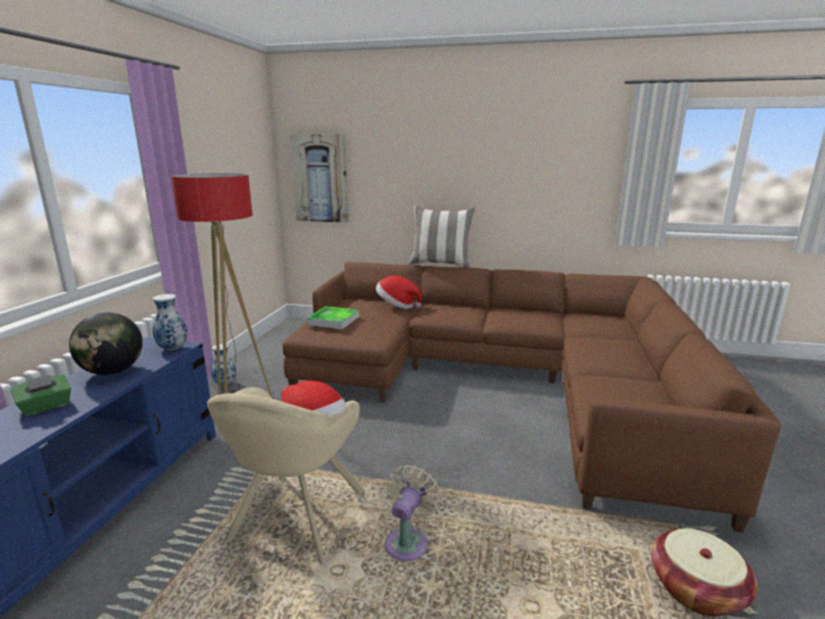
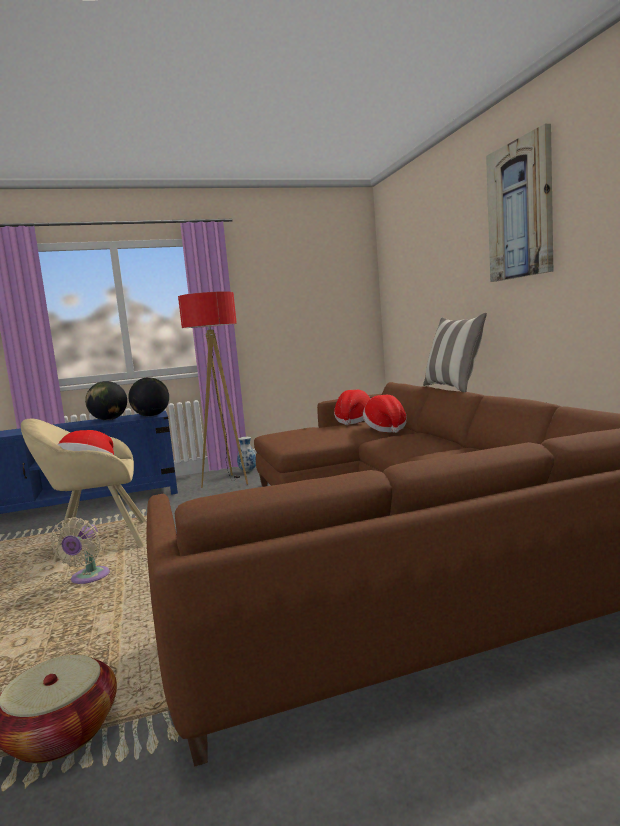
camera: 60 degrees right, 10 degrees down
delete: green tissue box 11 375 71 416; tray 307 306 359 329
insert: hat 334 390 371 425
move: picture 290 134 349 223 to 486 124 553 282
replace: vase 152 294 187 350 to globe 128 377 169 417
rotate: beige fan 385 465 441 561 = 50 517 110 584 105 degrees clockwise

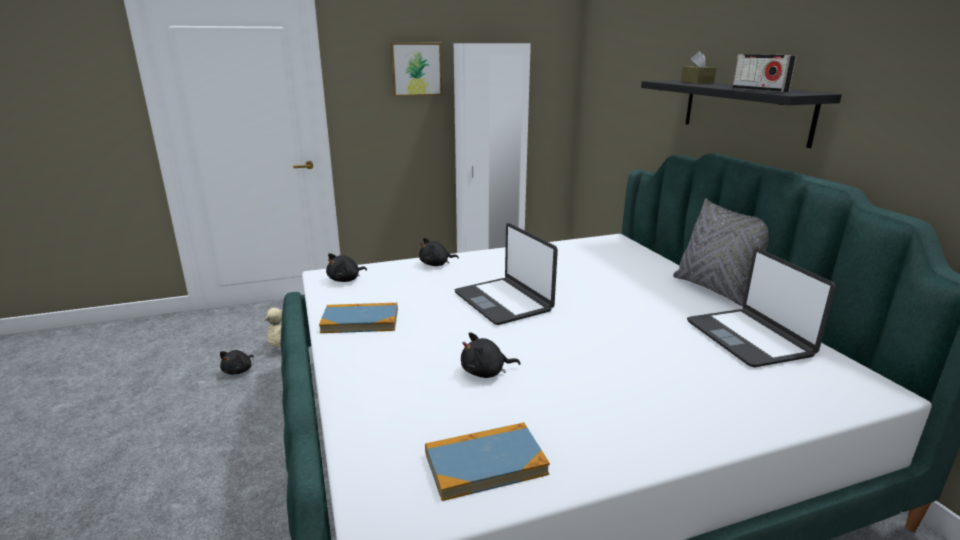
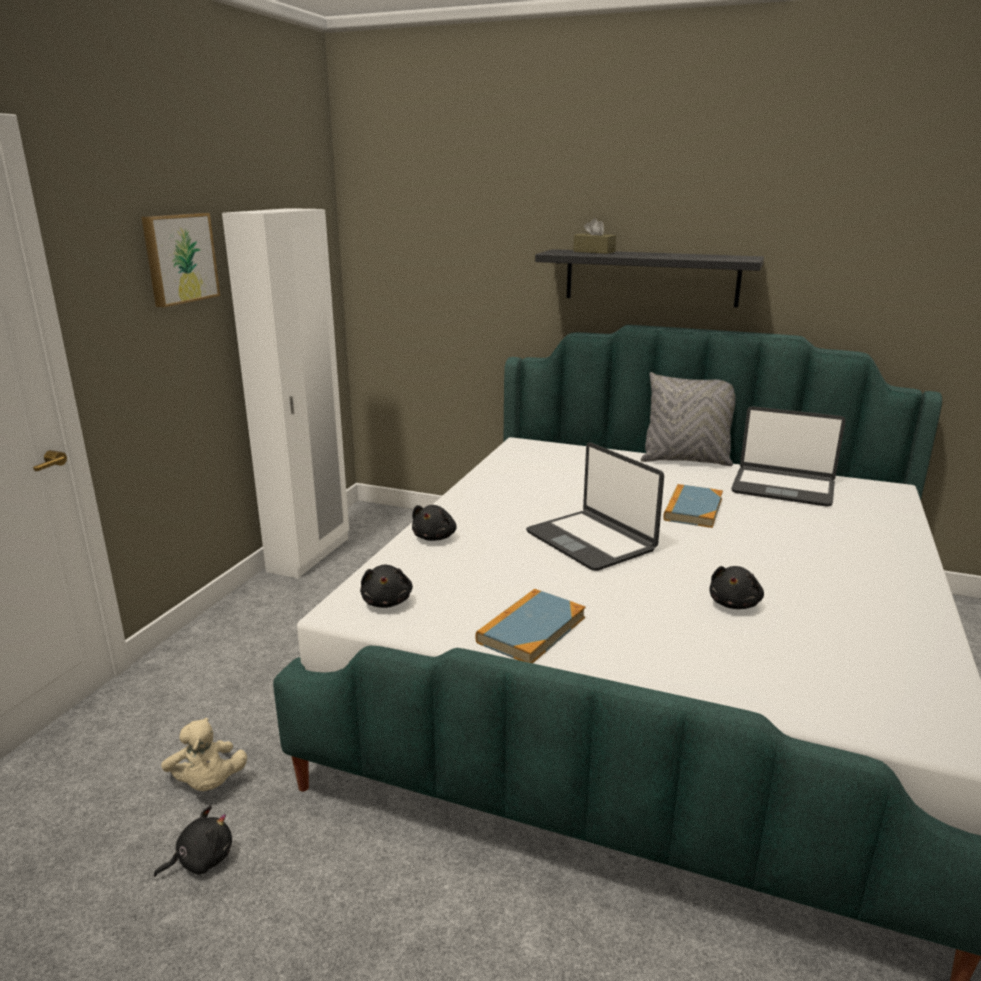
camera: 50 degrees left, 0 degrees up
delete: radio 732 54 796 92
move: book 425 422 550 501 to 663 484 723 528
rotate: black plush toy 220 350 254 374 = 154 805 232 877 90 degrees counterclockwise; laptop 455 223 558 325 = 526 443 664 571 45 degrees clockwise

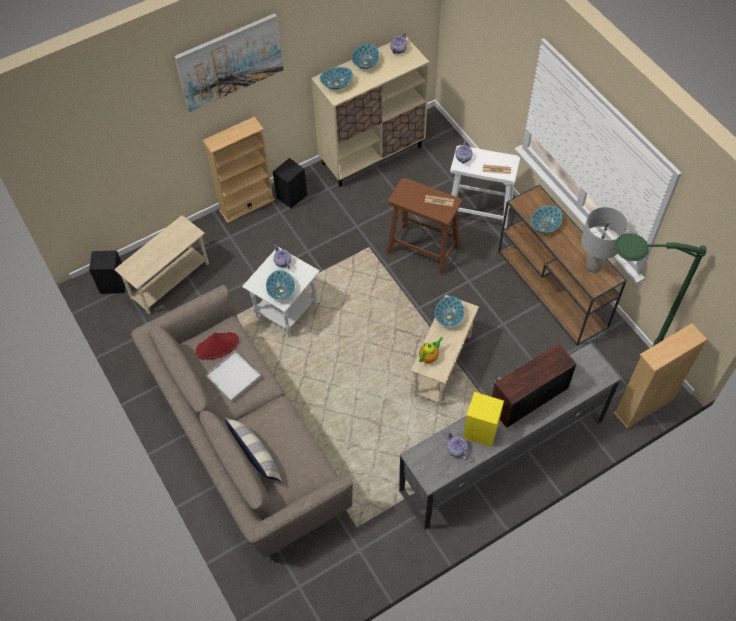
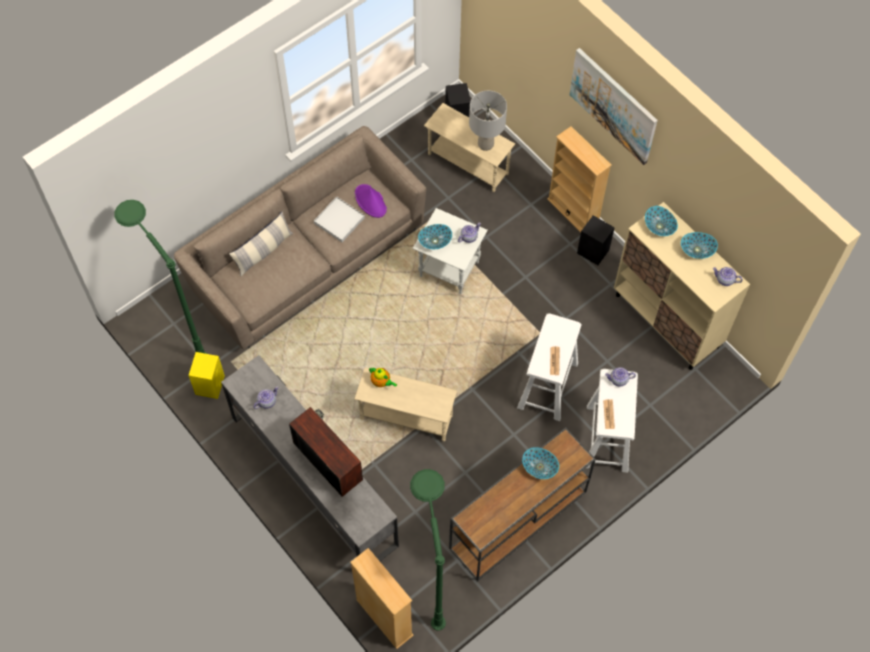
camera: 80 degrees right, 5 degrees up
delete: bowl 435 296 464 327
insert: green floor lamp 114 200 208 354
move: yellow speaker 463 392 504 447 to 189 352 225 399; grey table lamp 581 207 628 273 to 469 91 507 151
recolor: red hat 195 332 239 360 to purple hat 355 184 387 218; brown stool 386 178 462 275 to white stool 517 313 582 421

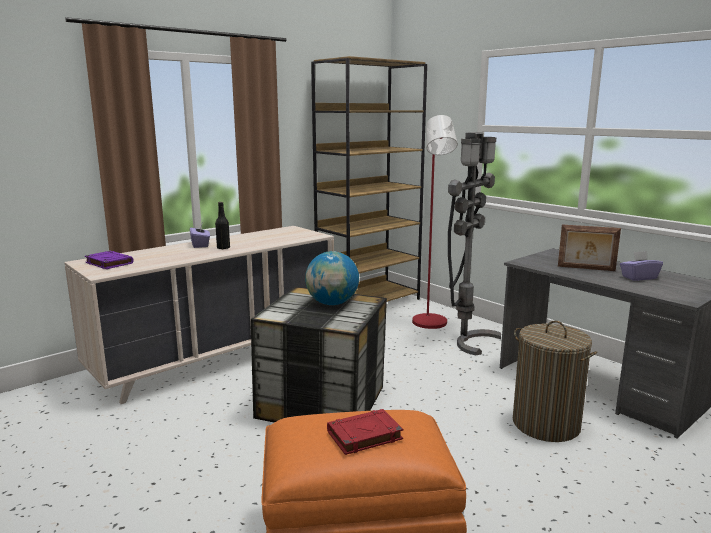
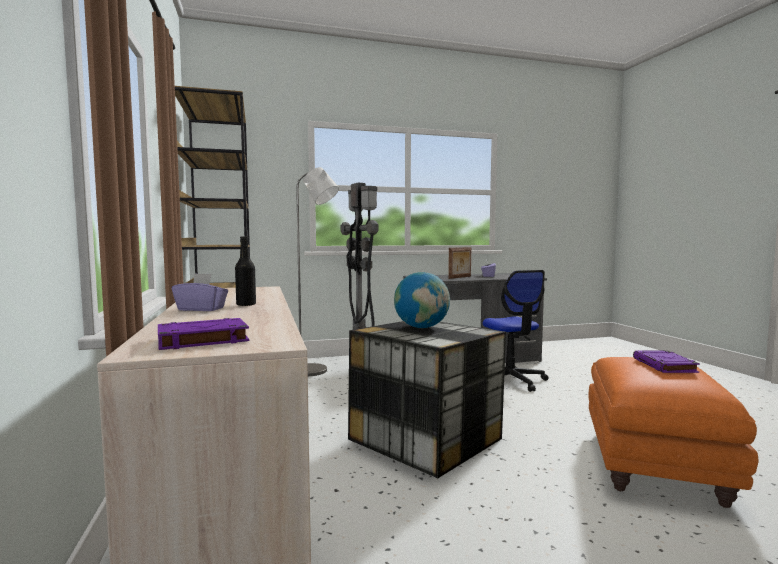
camera: 65 degrees left, 10 degrees down
replace: laundry basket 513 320 598 442 to office chair 483 270 549 392
recolor: red floor lamp 412 115 458 329 to grey floor lamp 296 167 339 376; red book 327 409 403 455 to purple book 633 350 700 373

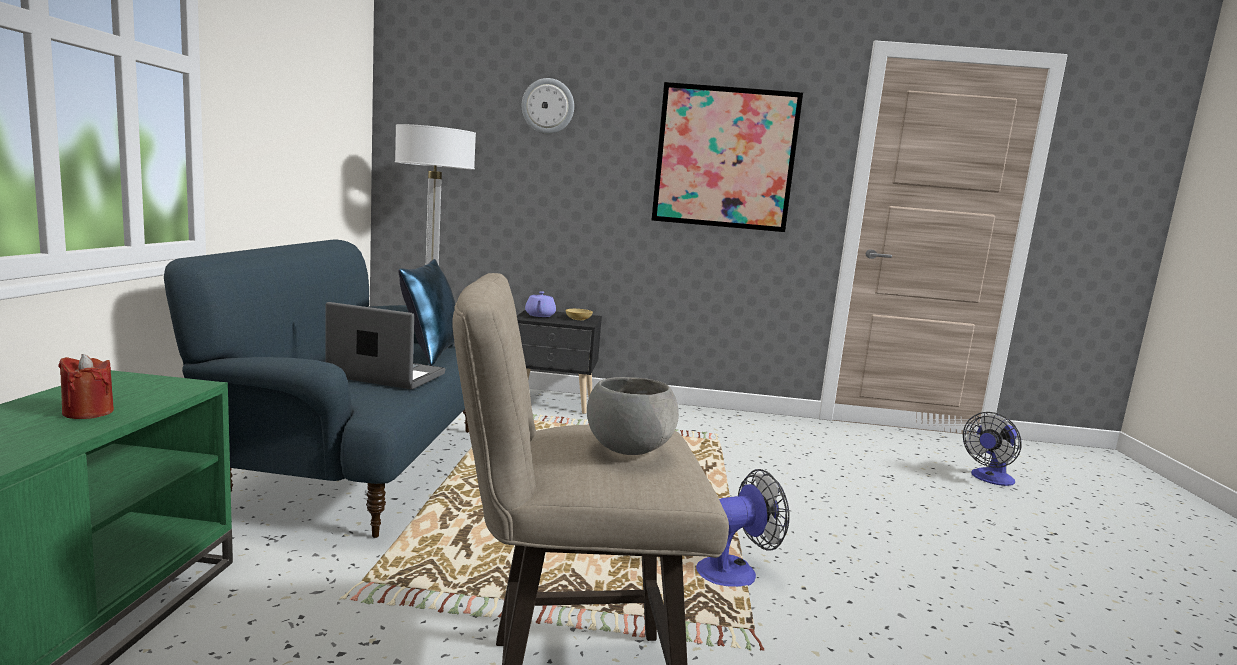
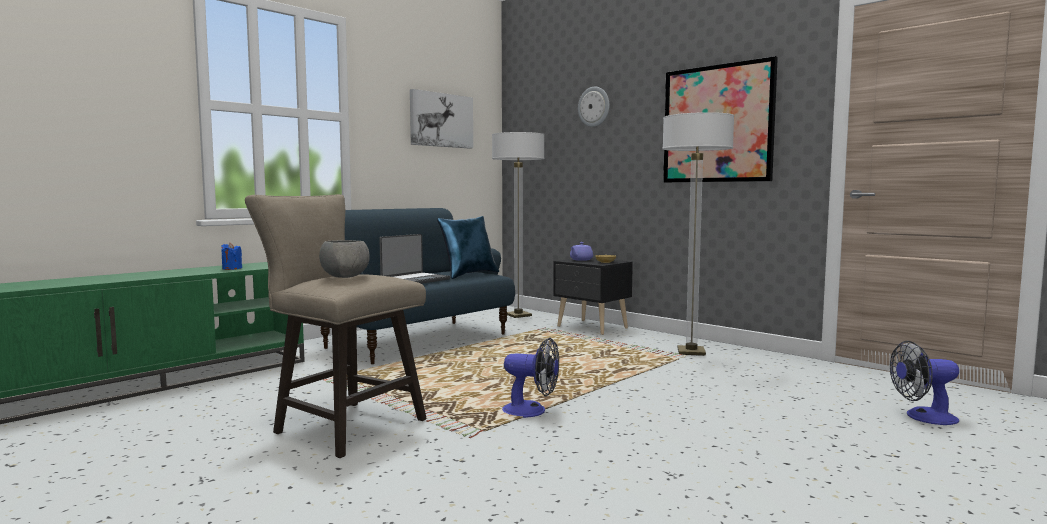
camera: 40 degrees right, 5 degrees down
insert: picture 410 89 473 149; floor lamp 662 112 734 356
recolor: red candle 58 354 114 419 to blue candle 221 242 242 270
rotate: laptop 325 302 445 389 = 379 234 451 284 75 degrees clockwise

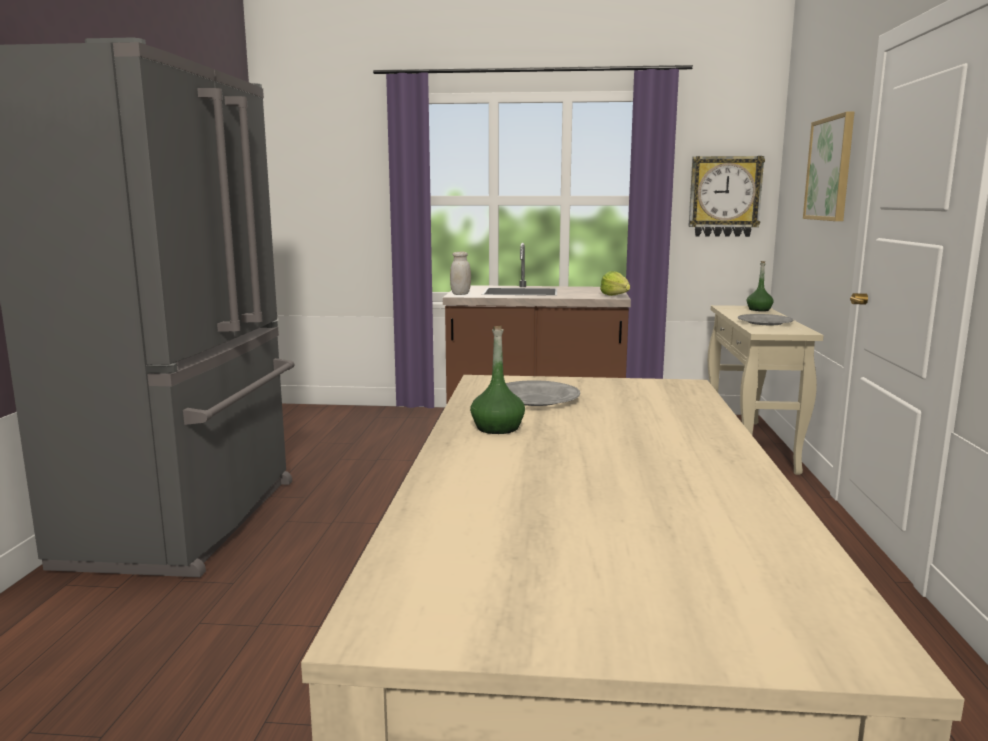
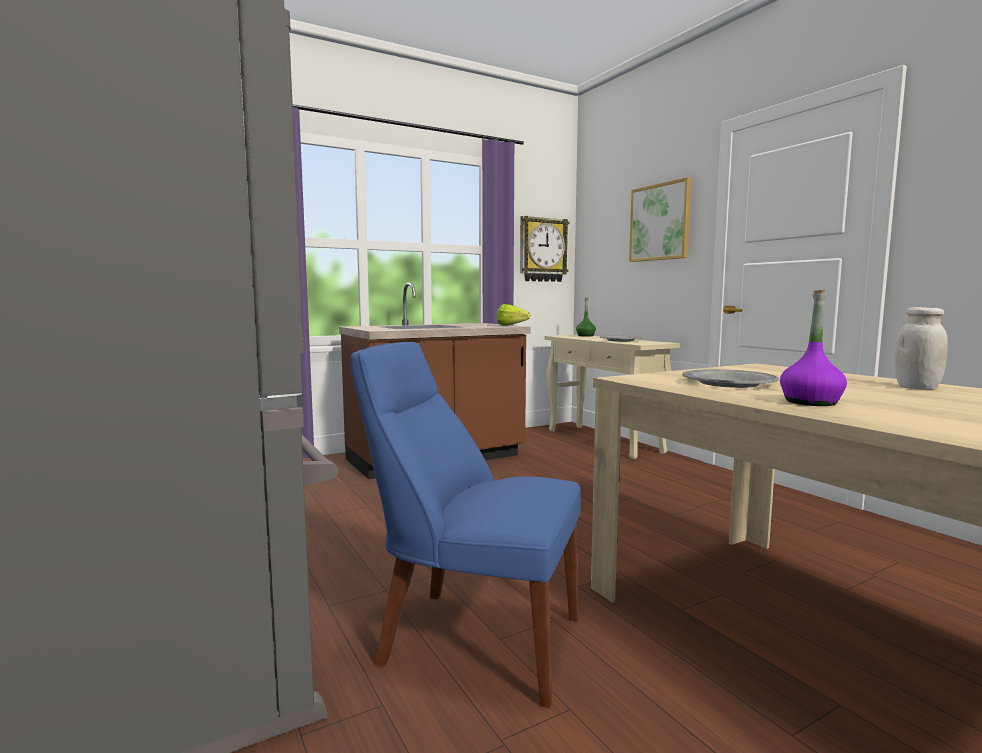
camera: 35 degrees left, 5 degrees down
insert: blue chair 350 342 581 708
move: white jar 450 252 471 295 to 894 307 948 390
recolor: green bottle 470 326 525 434 to purple bottle 780 289 847 406

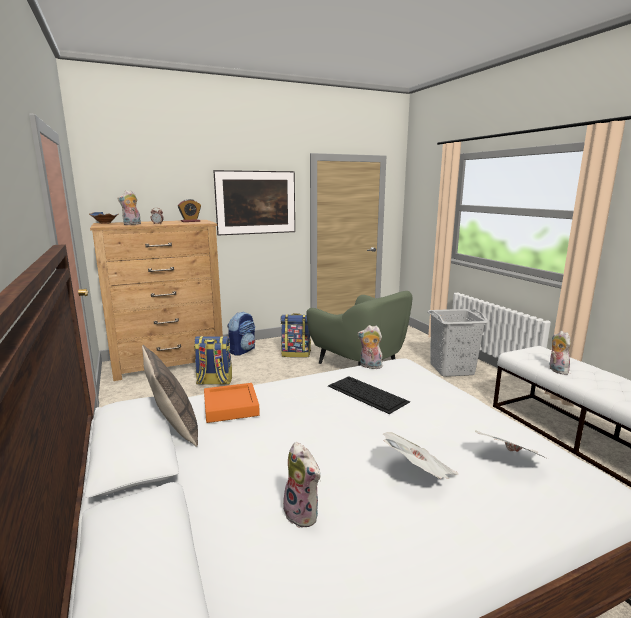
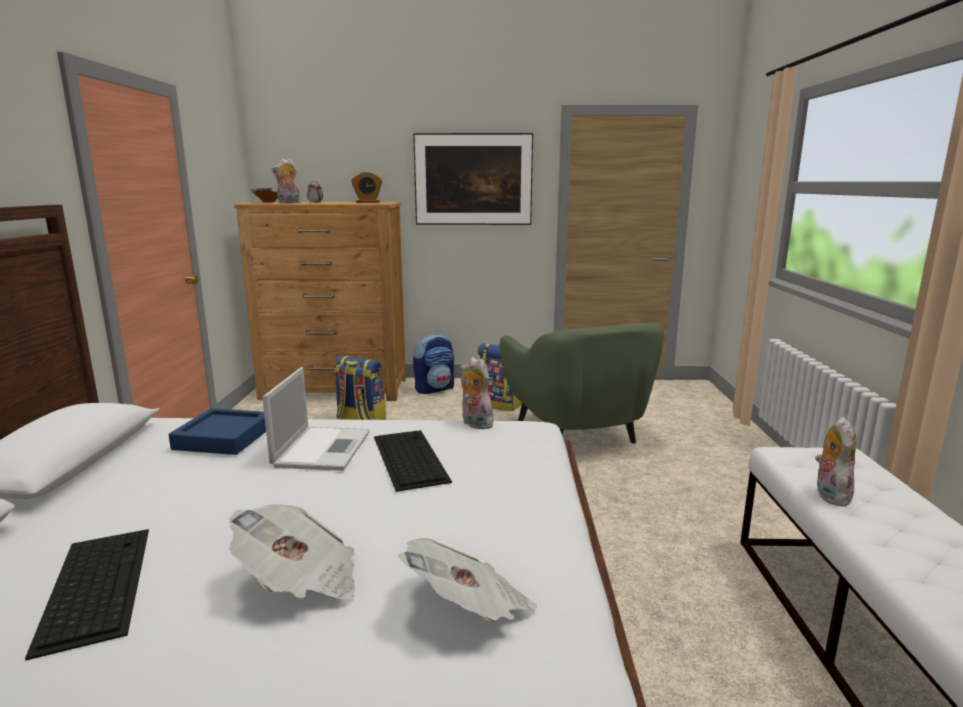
camera: 25 degrees right, 0 degrees up
delete: pillow 142 345 198 447; grey laundry basket 427 309 489 377
insert: laptop 263 367 370 471
replace: plush toy 283 442 320 528 to keyboard 25 529 149 661
recolor: orange tray 204 383 260 423 to blue tray 169 408 266 455

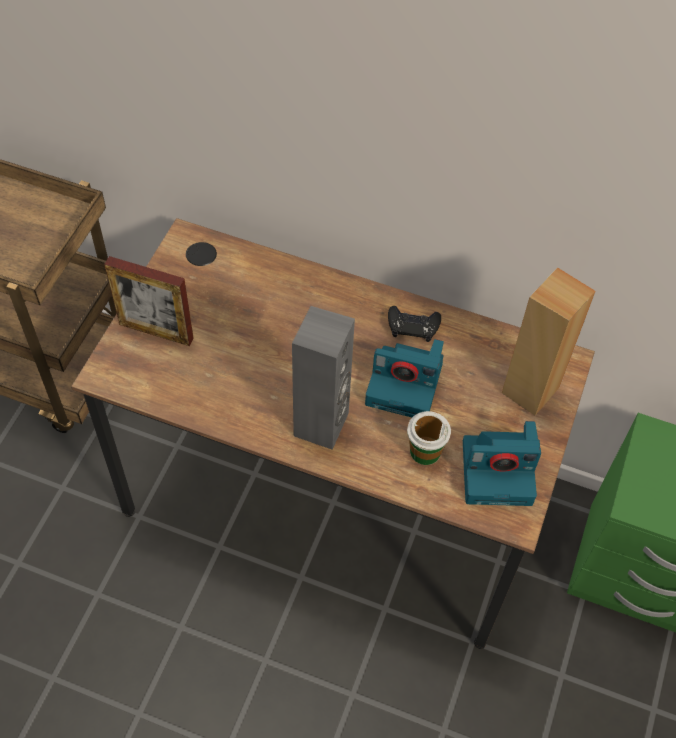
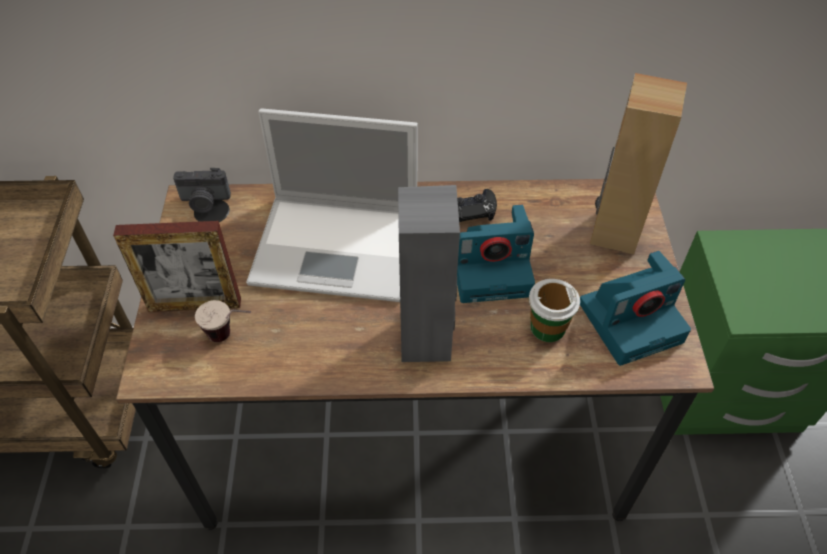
camera: 20 degrees left, 5 degrees down
insert: photo camera 173 168 231 213; cup 195 300 251 342; laptop 246 108 418 302

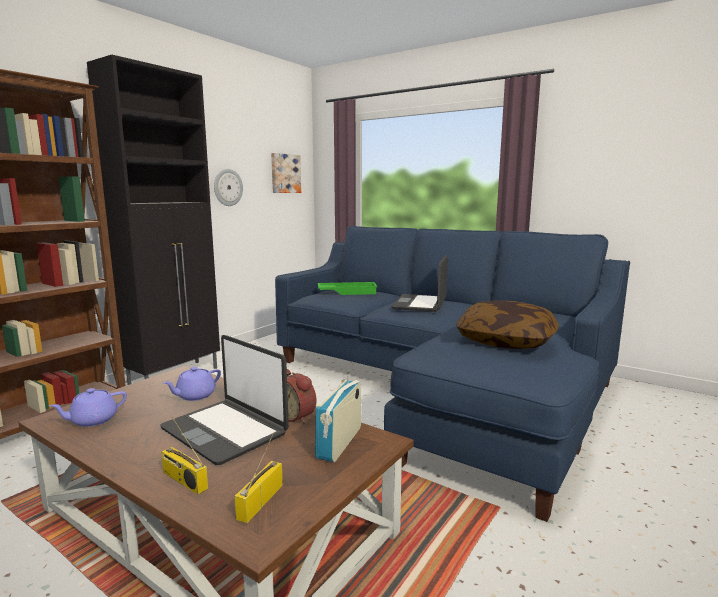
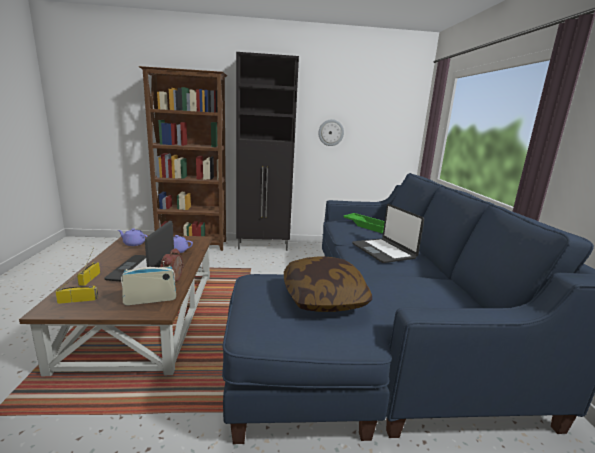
camera: 50 degrees right, 5 degrees up
delete: picture 271 153 301 193
rotate: laptop 391 255 448 312 = 352 204 424 263 90 degrees counterclockwise

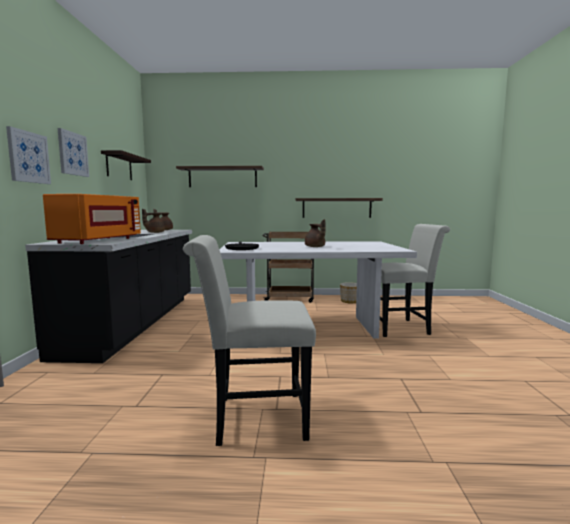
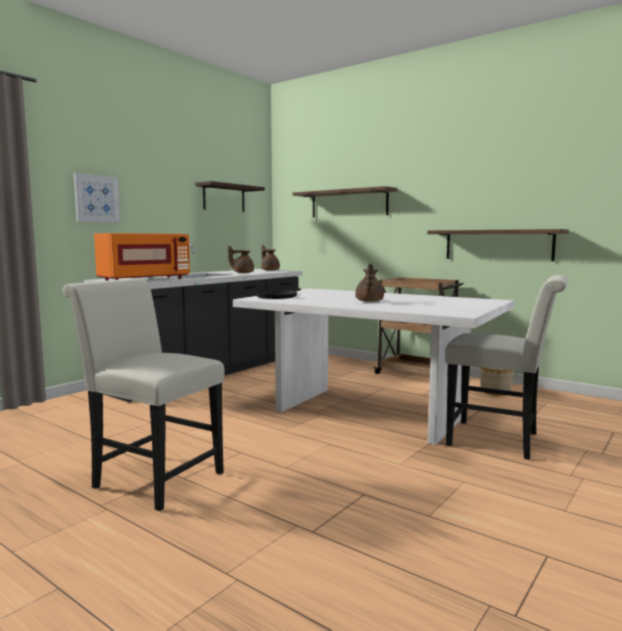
camera: 35 degrees right, 0 degrees up
delete: picture 58 128 89 177

